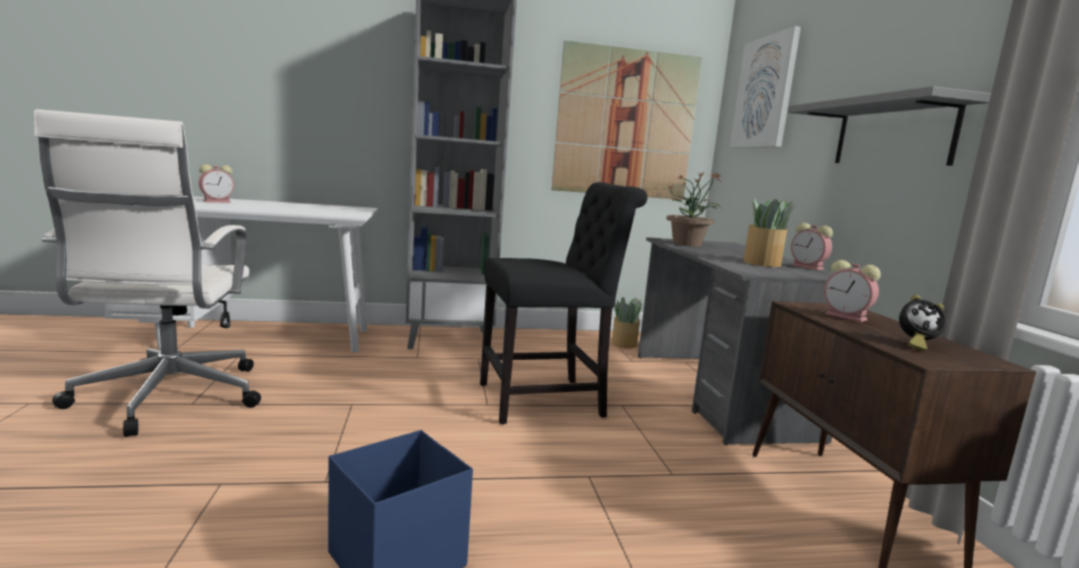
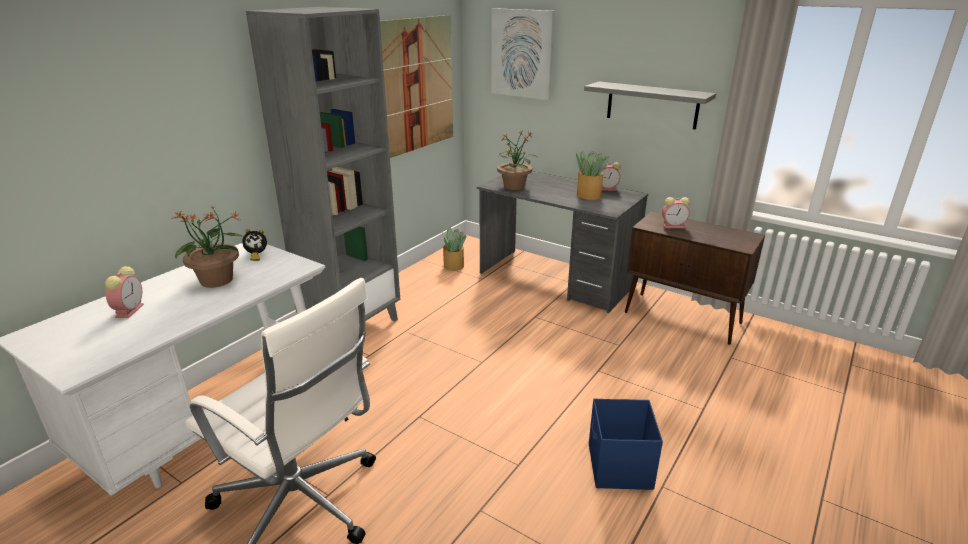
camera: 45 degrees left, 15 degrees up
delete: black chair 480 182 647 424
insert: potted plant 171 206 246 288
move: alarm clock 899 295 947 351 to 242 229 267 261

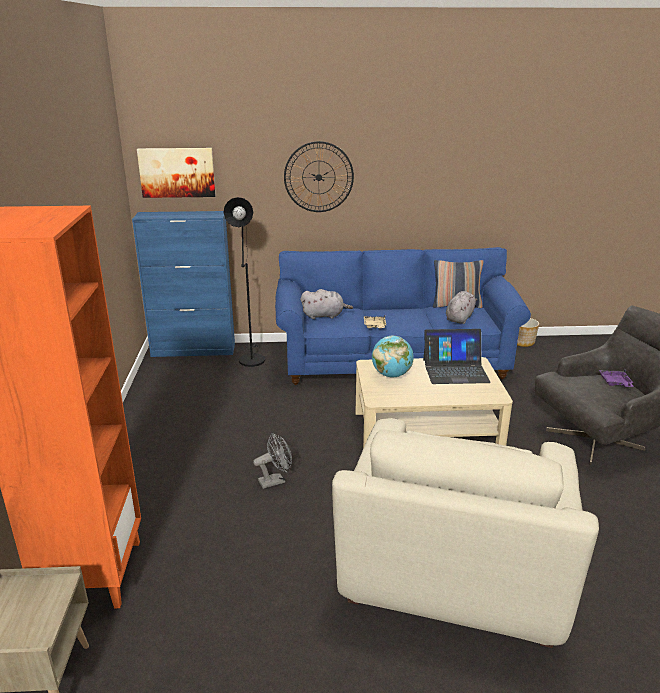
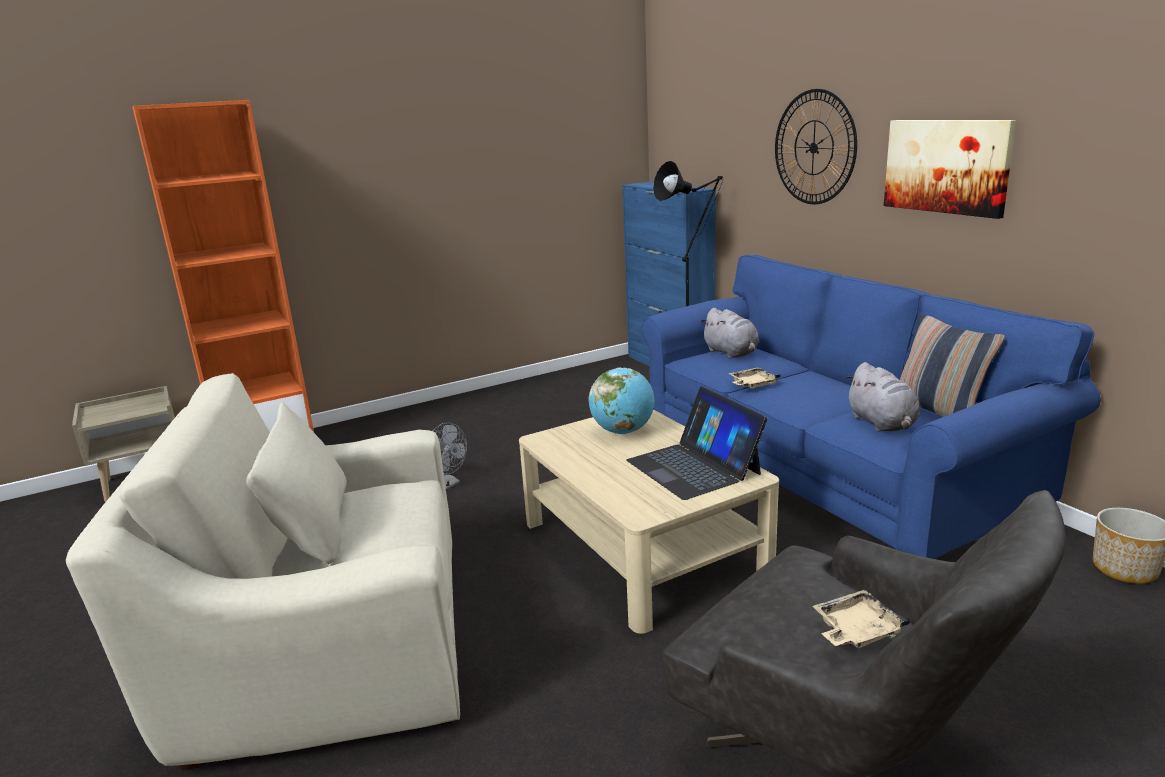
camera: 65 degrees right, 5 degrees down
move: picture 137 148 216 198 to 884 120 1016 219
recolor: purple tray 599 369 634 387 to beige tray 812 590 910 648
rotate: grey plush toy 446 291 477 324 = 846 362 920 432 75 degrees clockwise

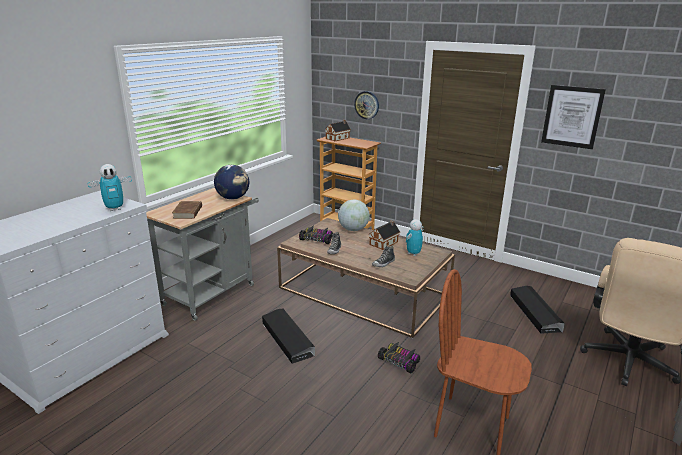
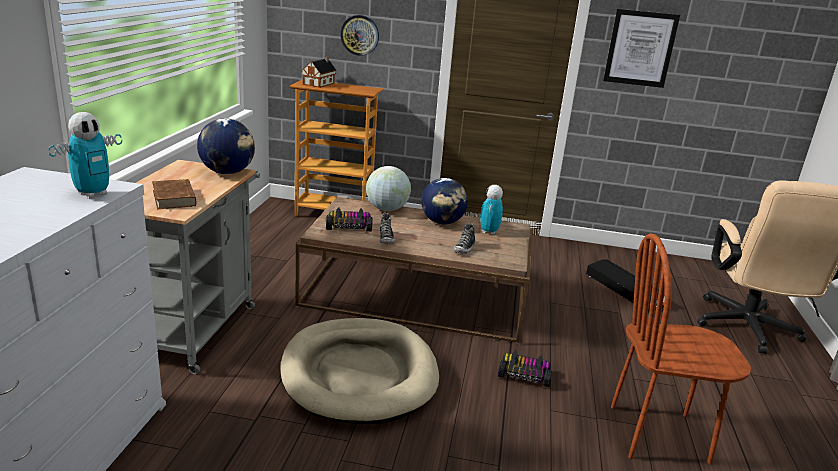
camera: 25 degrees left, 0 degrees up
replace: black storage box 262 309 315 364 to beige dog bed 281 318 439 424; toy house 368 220 400 250 to globe 421 178 468 225

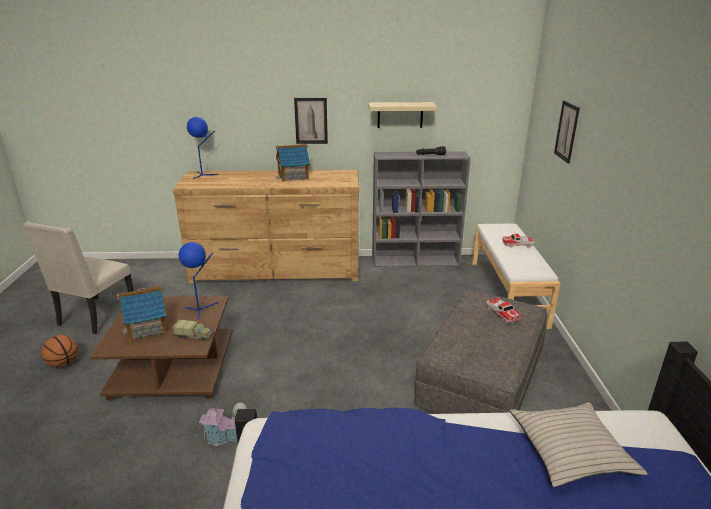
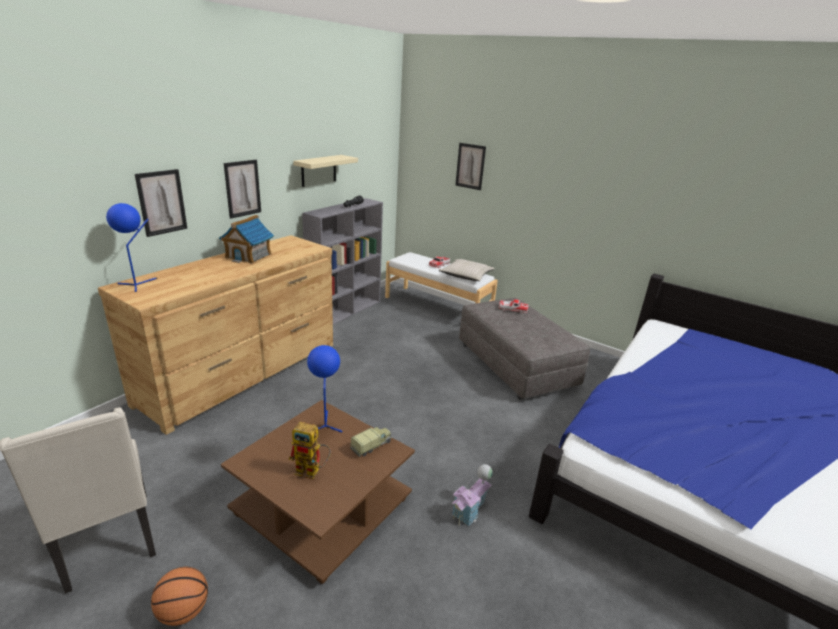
camera: 55 degrees left, 0 degrees up
insert: picture 135 169 187 237
move: beige pillow 510 402 648 487 to 438 259 495 281
replace: toy house 117 286 167 341 to toy robot 289 422 331 479

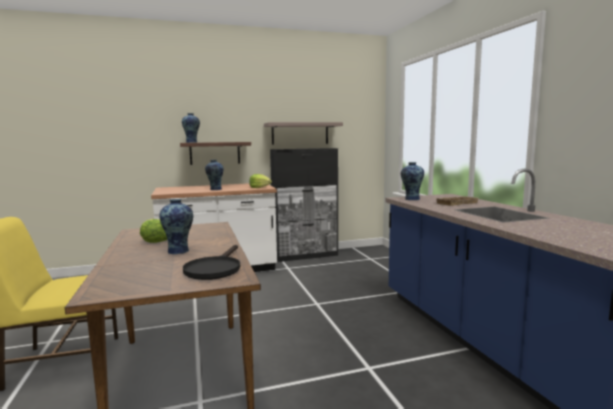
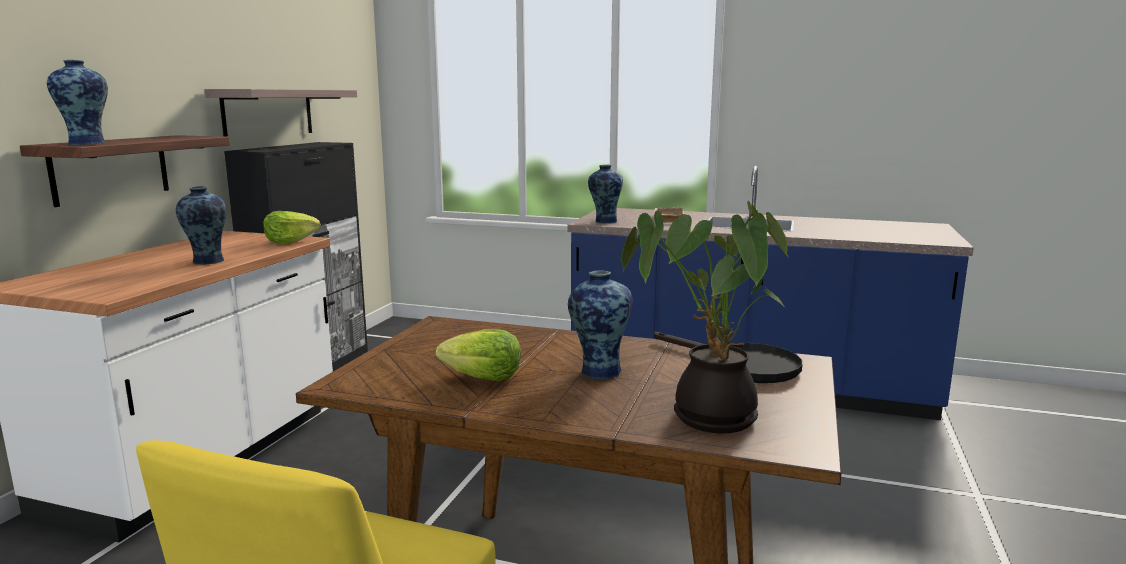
camera: 55 degrees left, 5 degrees up
insert: potted plant 621 201 789 434

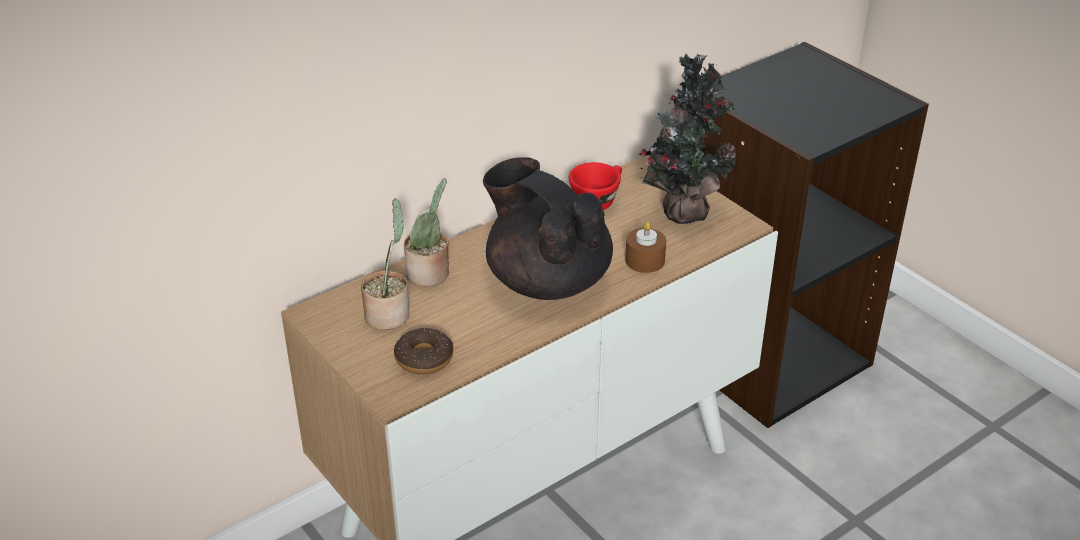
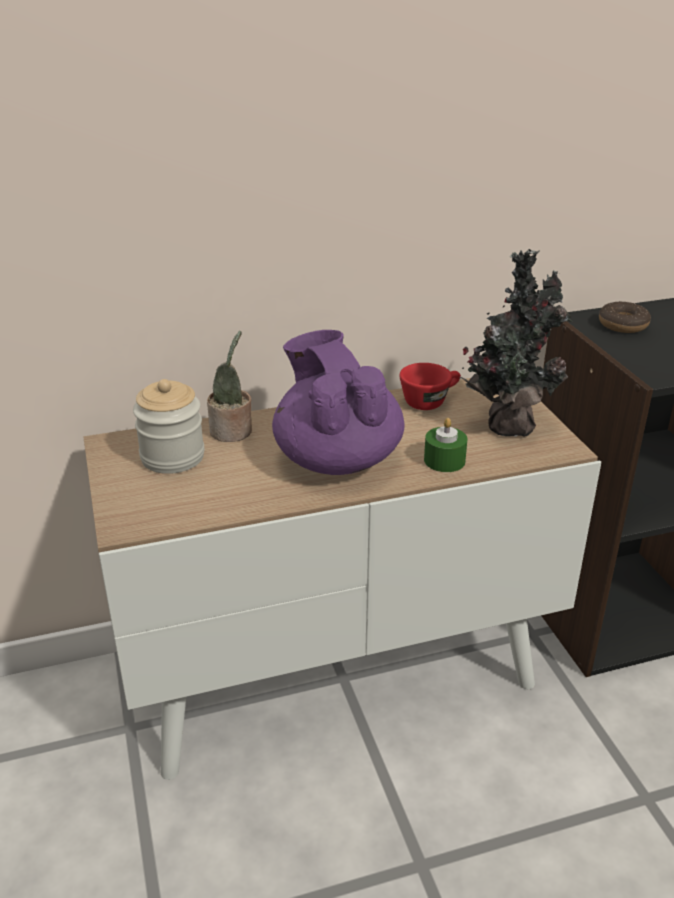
camera: 20 degrees right, 5 degrees down
move: donut 394 328 453 375 to 599 301 651 333
replace: potted plant 361 198 409 330 to jar 133 379 205 474
recolor: black teapot 483 157 613 300 to purple teapot 272 330 405 475; brown candle 625 222 666 273 to green candle 424 418 467 472

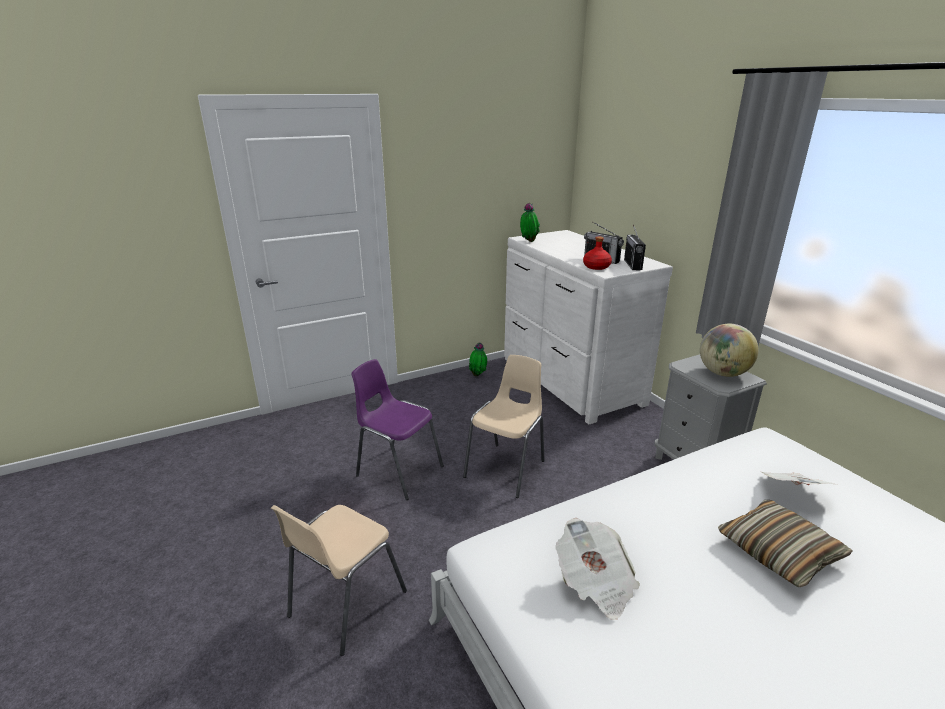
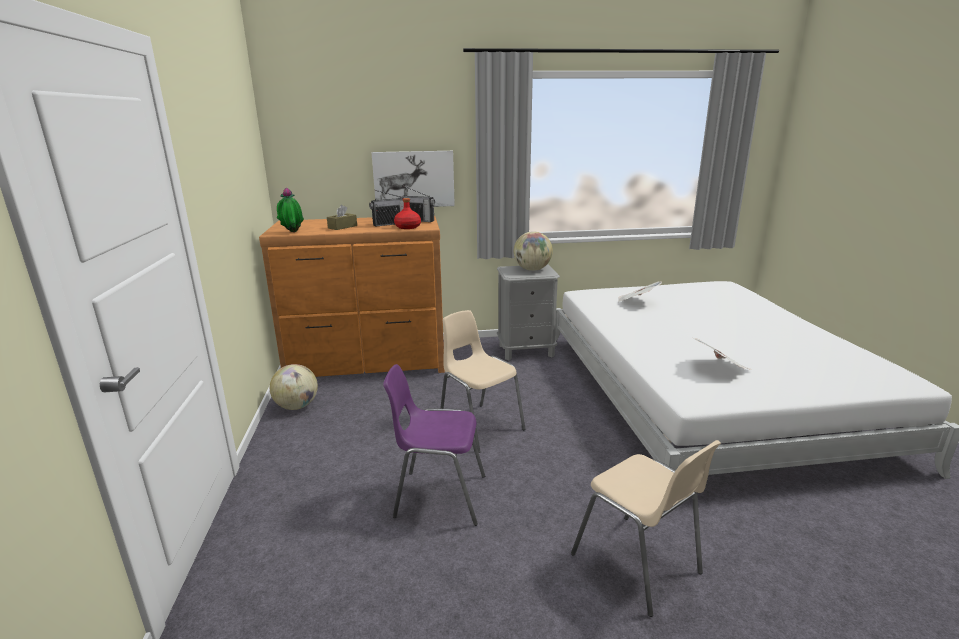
camera: 70 degrees left, 5 degrees down
delete: pillow 718 500 853 587
insert: brown tissue box 327 205 357 230; picture 371 151 455 207
replace: potted plant 469 343 487 376 to globe 270 364 318 410
recolor: white dresser 504 230 673 424 to brown dresser 259 215 445 377
rotate: purple chair 352 359 444 500 = 383 364 485 526 45 degrees clockwise

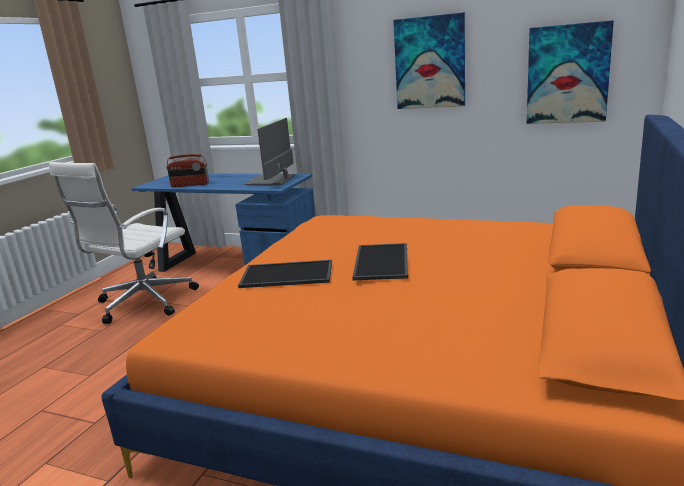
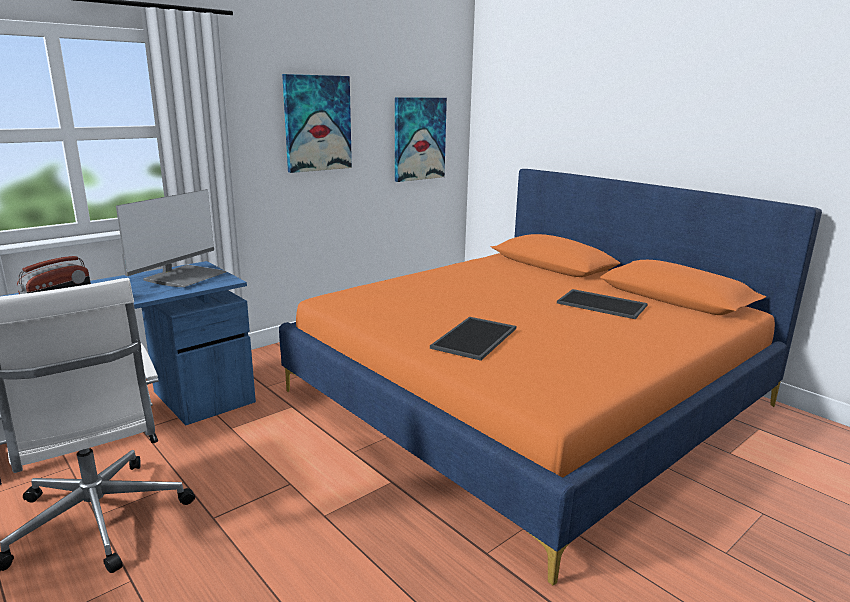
camera: 65 degrees left, 0 degrees up
move: tray 352 243 408 280 to 557 289 648 319
rotate: monitor 244 118 295 186 = 116 189 227 287 105 degrees counterclockwise

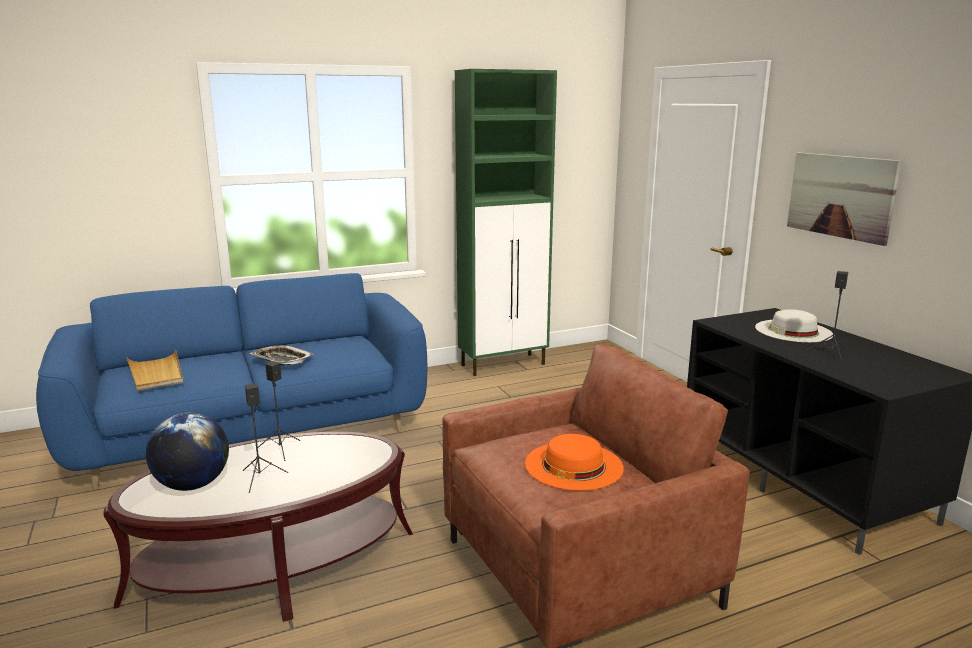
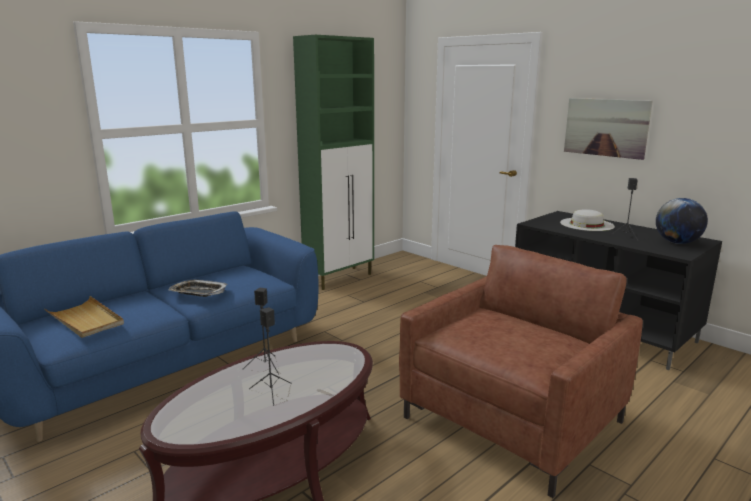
camera: 20 degrees left, 0 degrees up
delete: orange hat 525 434 624 491
move: globe 146 413 229 491 to 656 198 708 244

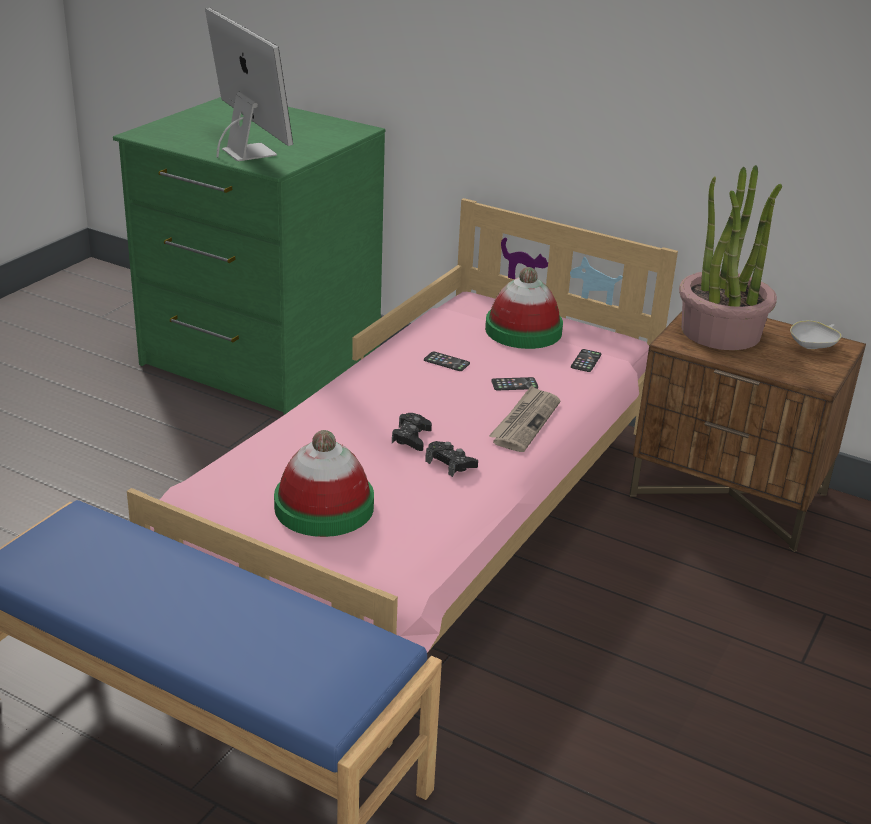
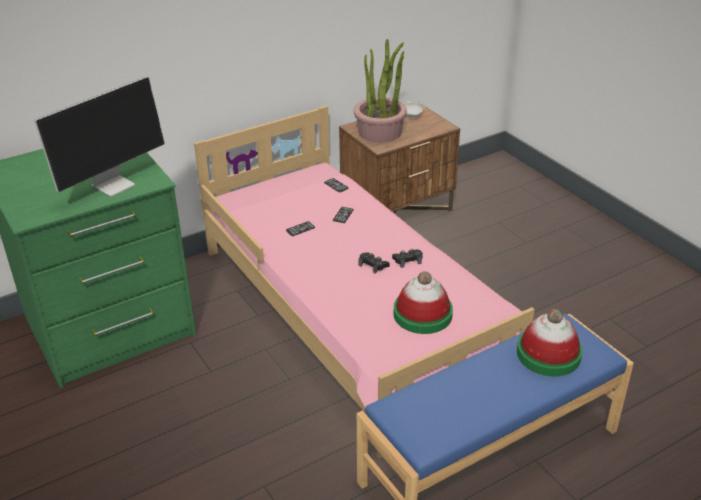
camera: 60 degrees left, 5 degrees up
delete: newspaper 489 385 560 452
move: hat 485 267 563 349 to 517 309 583 376
rotate: monitor 205 8 293 161 = 34 77 165 197 135 degrees clockwise

